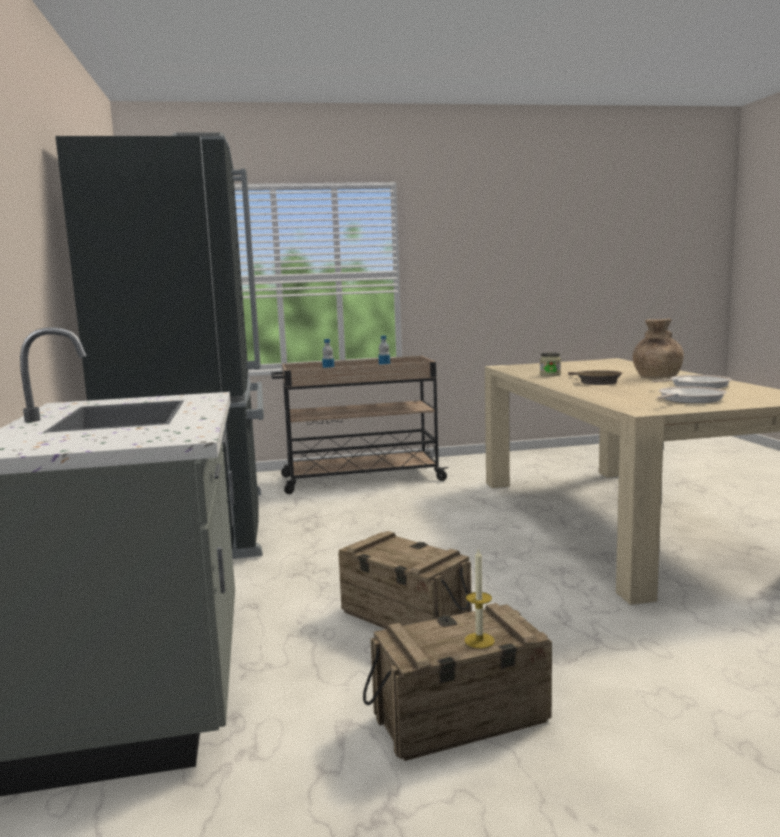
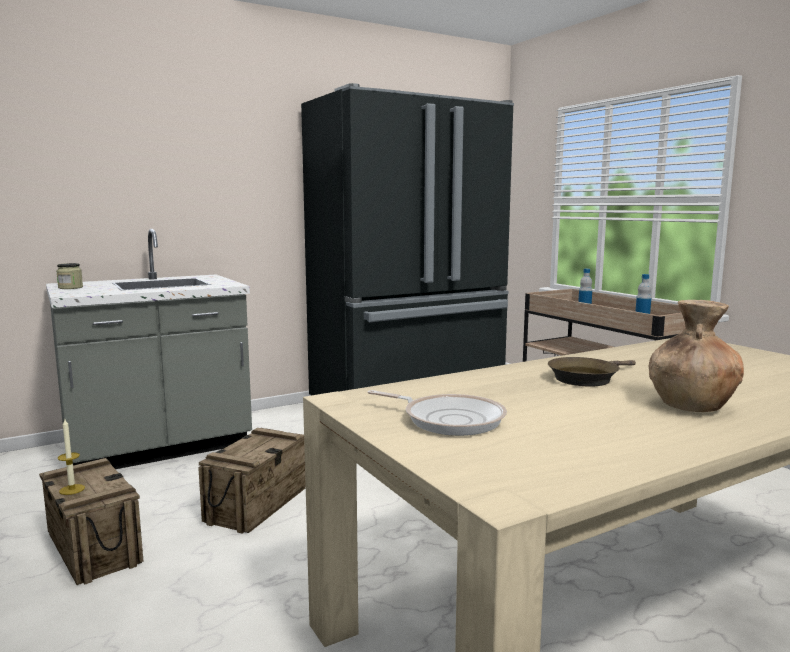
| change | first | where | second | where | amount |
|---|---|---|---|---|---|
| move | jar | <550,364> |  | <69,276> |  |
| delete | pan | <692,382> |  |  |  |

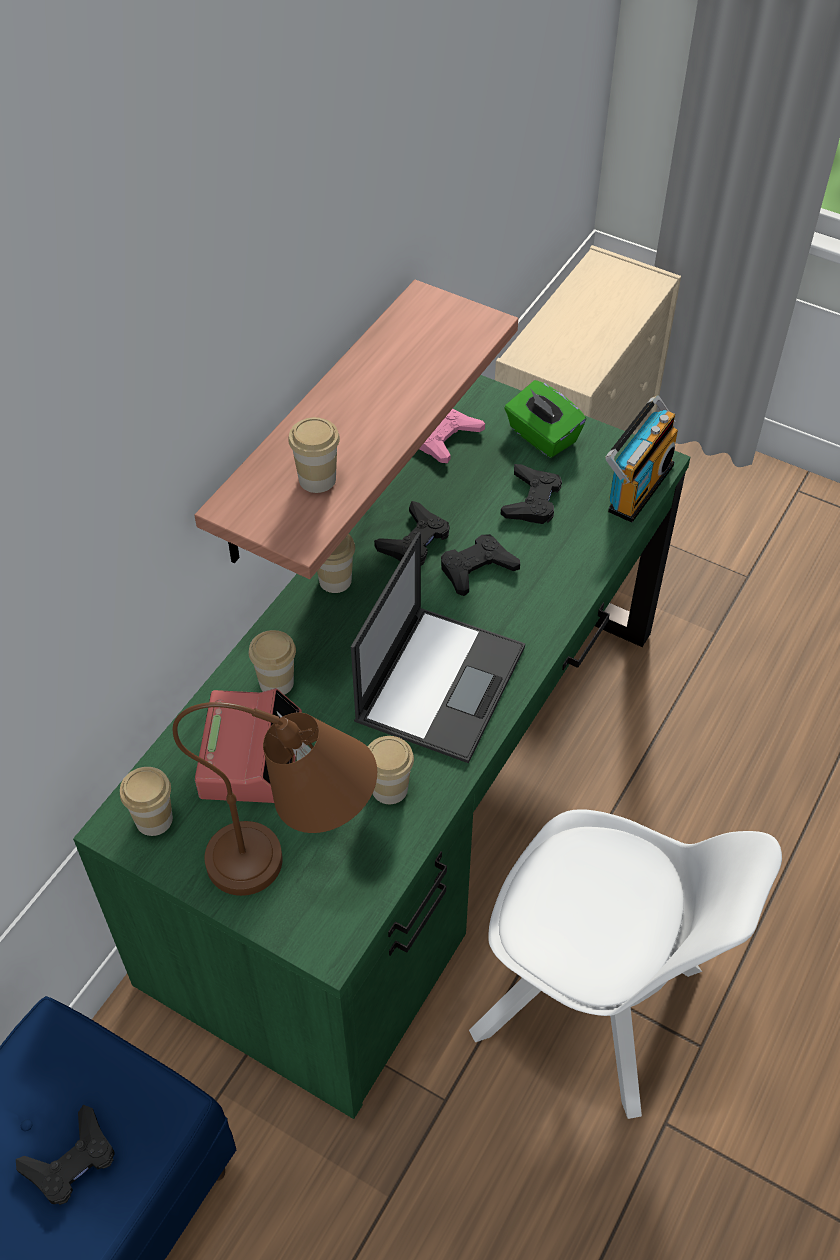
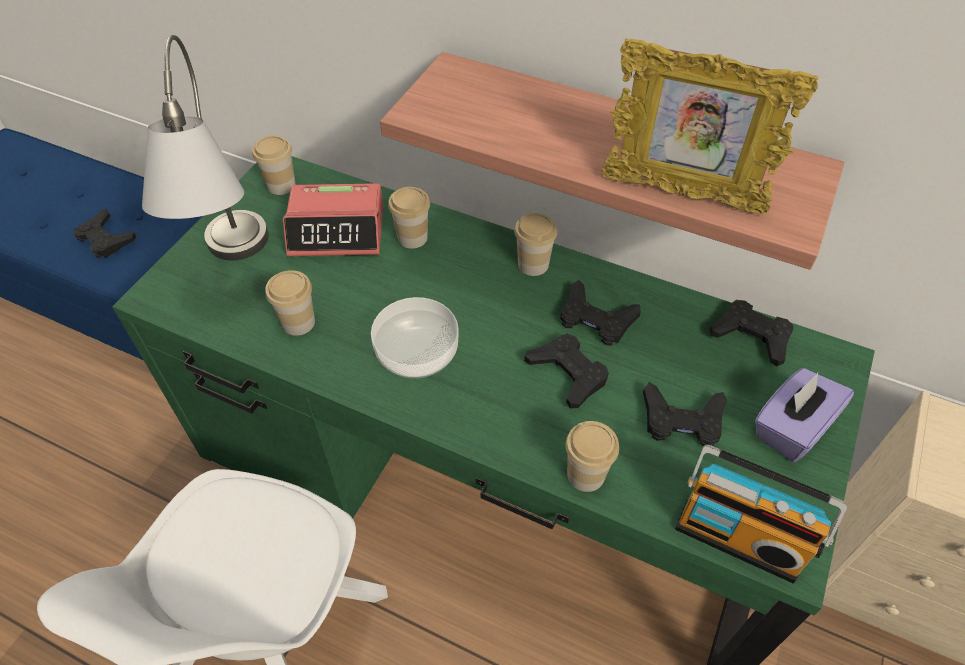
| change | first | where | second | where | amount |
|---|---|---|---|---|---|
| recolor | brownish table lamp | <275,799> | gray table lamp | <205,147> |  |
| replace | laptop | <438,647> | deep dish | <415,337> |  |
| move | small cup | <314,455> |  | <592,456> |  |
| insert |  |  | standing frame | <710,126> |  |
| recolor | pink-coloured joypad | <452,436> | blackish joypad | <751,333> |  |
| recolor | green tissue holder | <545,419> | purplish tissue holder | <804,415> |  |

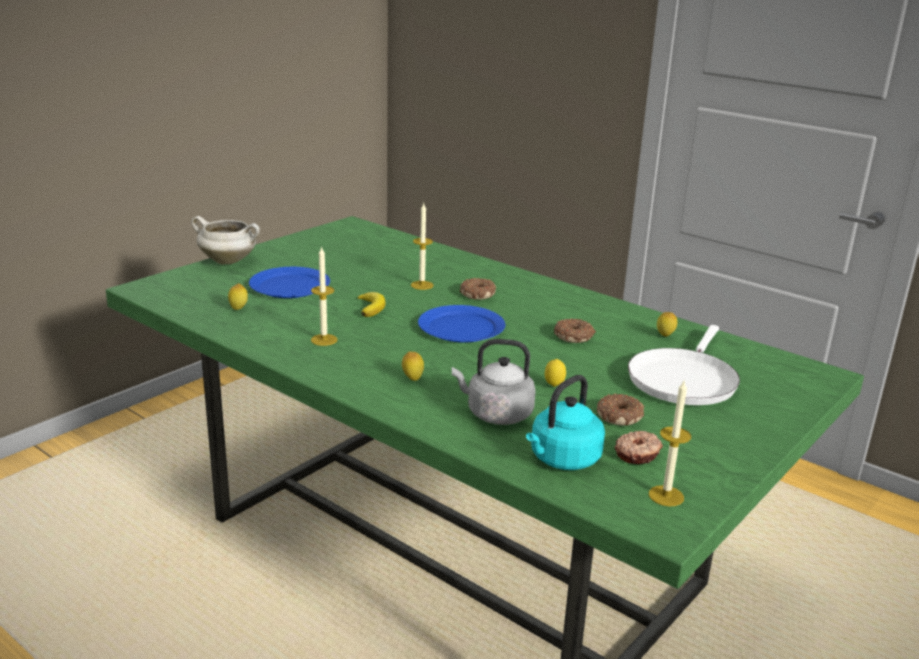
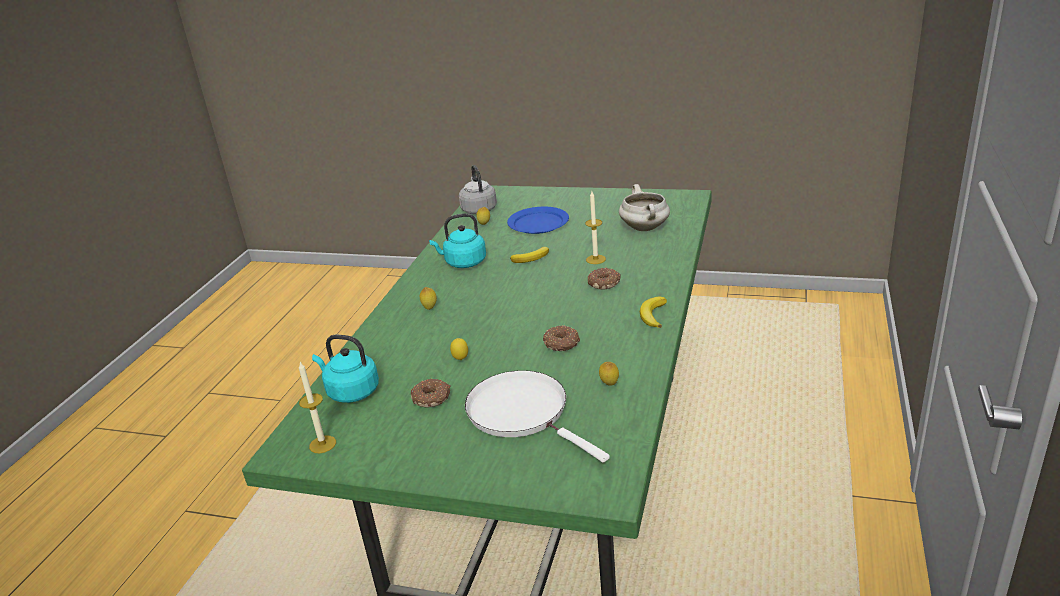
| change | first | where | second | where | amount |
|---|---|---|---|---|---|
| replace | wax candle | <324,296> | turquoise kettle | <457,240> |  |
| move | gray kettle | <494,382> |  | <478,189> |  |
| rotate | whitish pan | <684,365> |  | <537,416> | 45 degrees clockwise |
| move | whitish saucepot | <225,240> |  | <644,207> |  |
| insert |  |  | banana fruit | <653,312> |  |
| delete | blue plate | <461,324> |  |  |  |
| delete | donut | <639,447> |  |  |  |

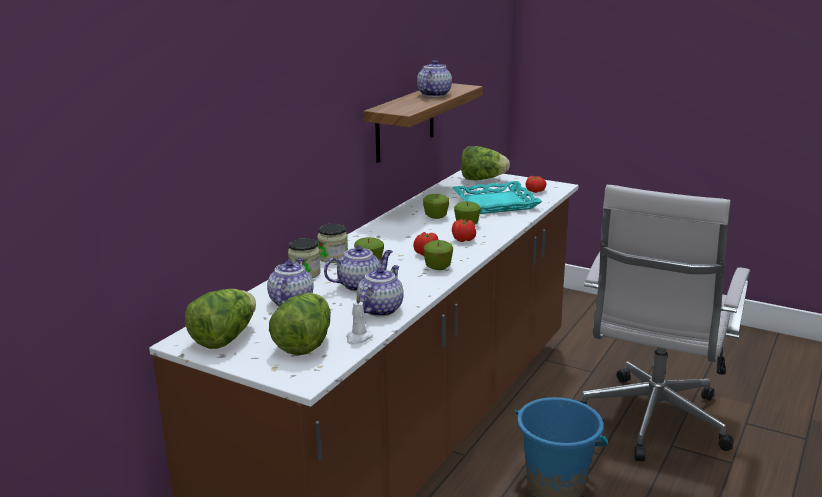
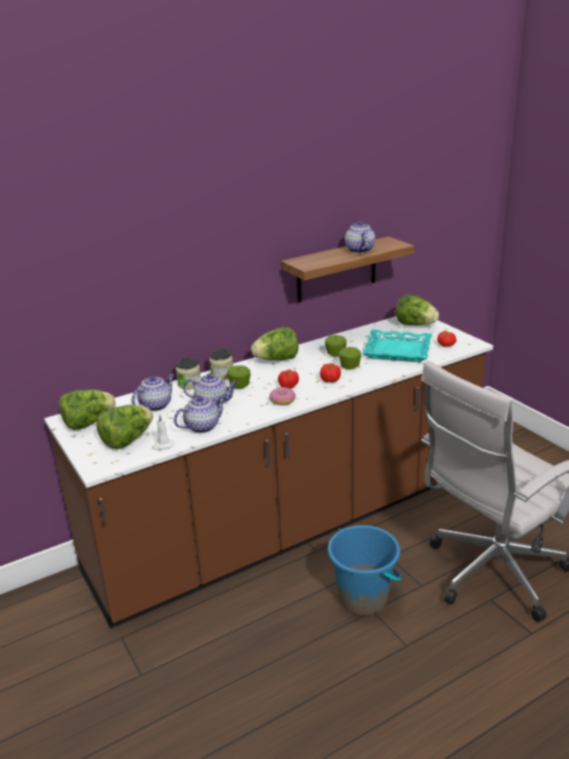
| change | first | where | second | where | amount |
|---|---|---|---|---|---|
| insert |  |  | head of lettuce | <274,344> |  |
| replace | apple | <438,255> | donut | <282,396> |  |
| rotate | pot for tea | <434,78> |  | <360,237> | 60 degrees counterclockwise |

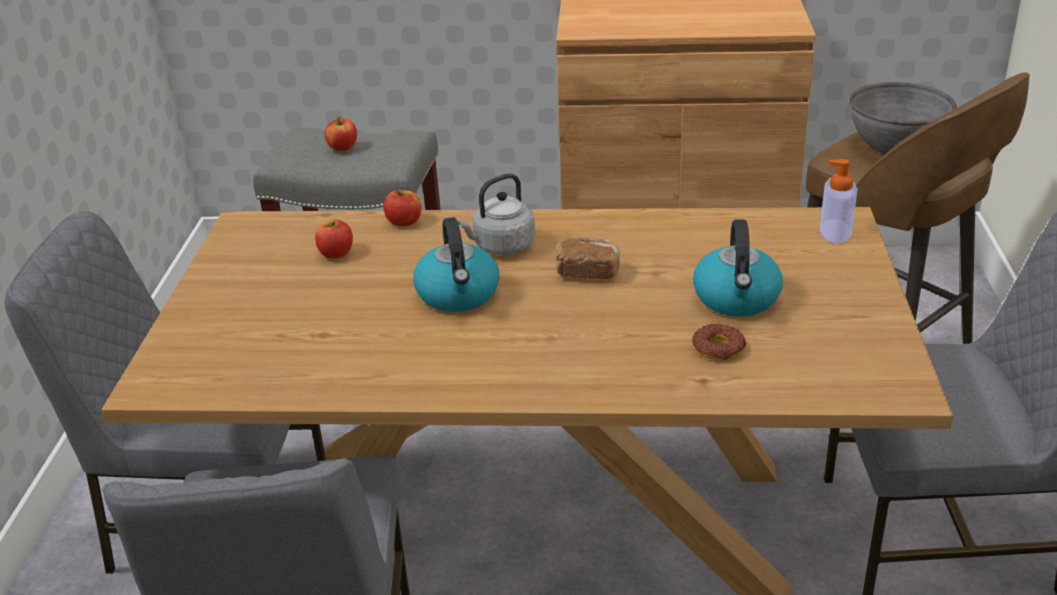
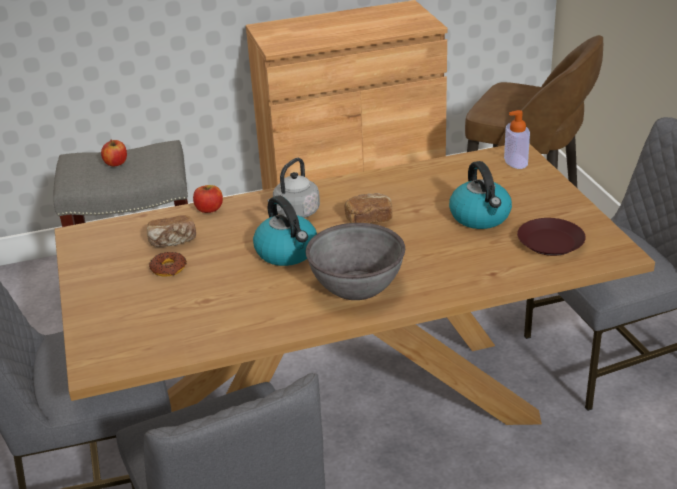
| change | first | where | second | where | amount |
|---|---|---|---|---|---|
| replace | apple | <334,239> | bread | <171,231> |  |
| move | donut | <719,342> |  | <168,264> |  |
| move | gray deep dish | <903,118> |  | <355,261> |  |
| insert |  |  | brownish plate | <551,237> |  |

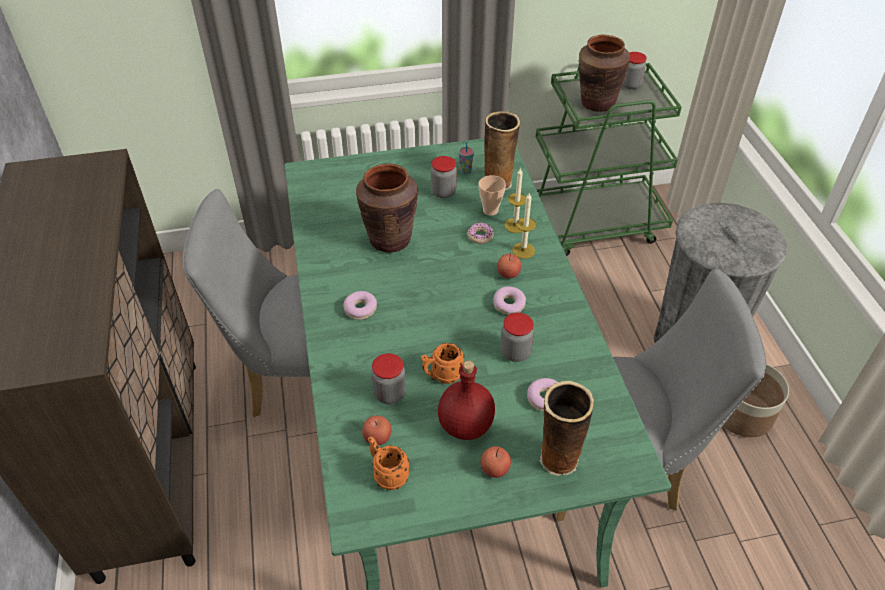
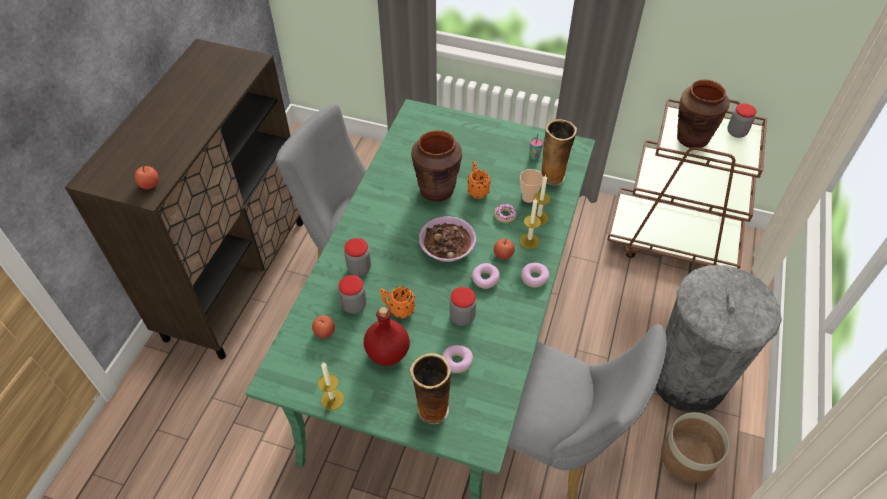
| change | first | where | second | where | amount |
|---|---|---|---|---|---|
| move | apple | <496,462> |  | <146,177> |  |
| insert |  |  | wax candle | <331,386> |  |
| move | jar | <444,177> |  | <357,257> |  |
| insert |  |  | deep dish | <447,239> |  |
| move | orange-coloured mug | <388,463> |  | <478,180> |  |
| move | donut | <360,305> |  | <535,275> |  |
| recolor | green cart | <609,159> | brownish cart | <687,183> |  |

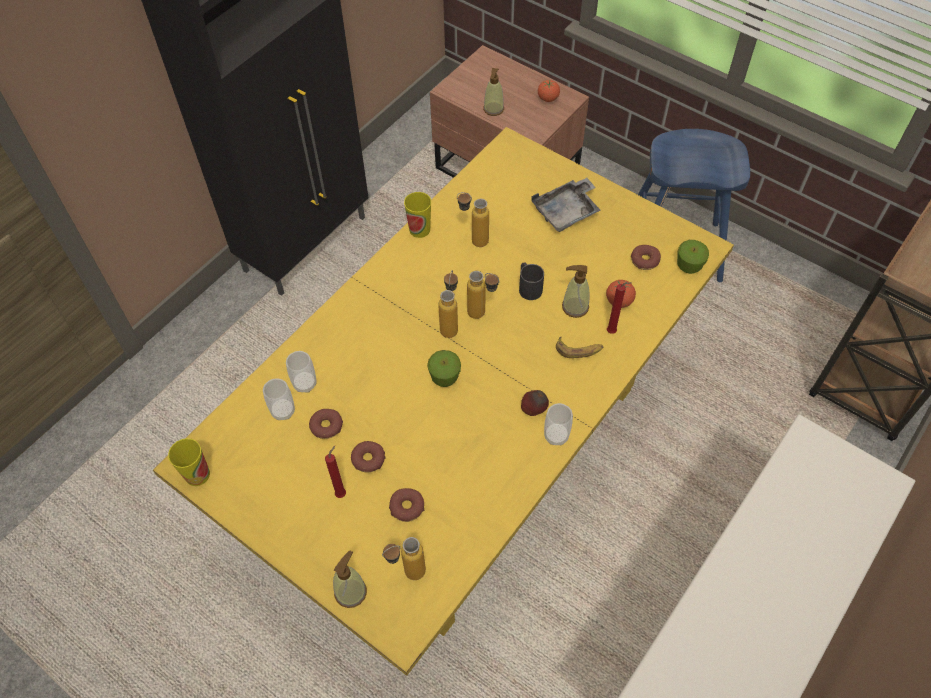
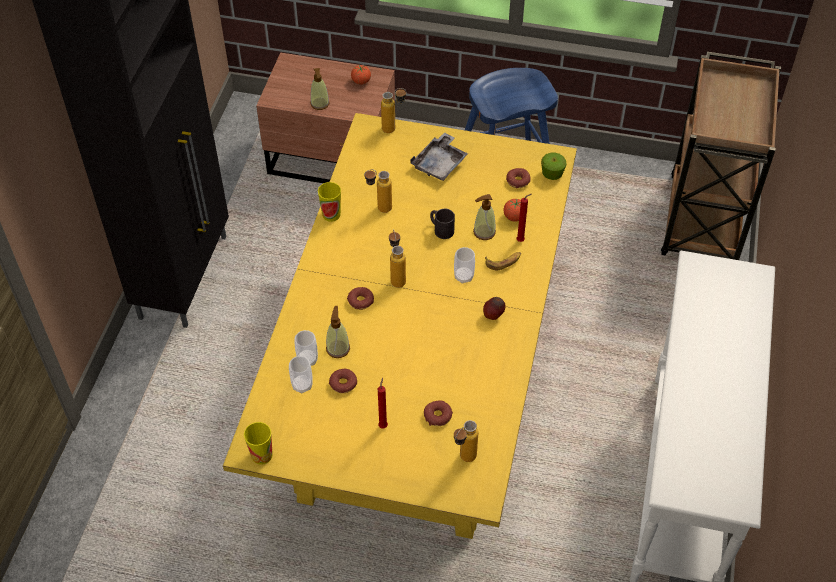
| change | first | where | second | where | amount |
|---|---|---|---|---|---|
| move | liquid soap bottle | <350,579> |  | <338,332> |  |
| move | donut | <368,457> |  | <360,298> |  |
| move | bottle | <483,295> |  | <394,110> |  |
| move | small cup | <558,424> |  | <464,265> |  |
| delete | apple | <444,368> |  |  |  |

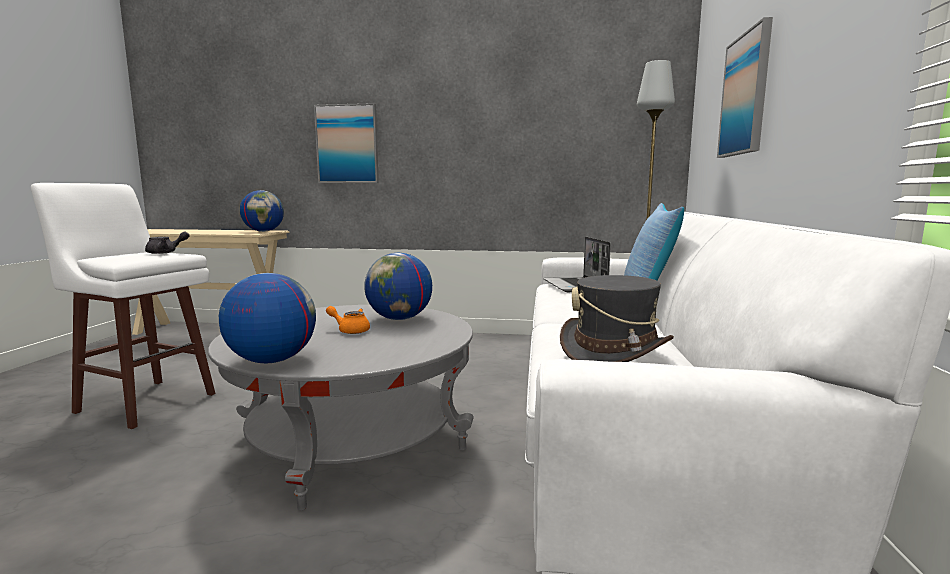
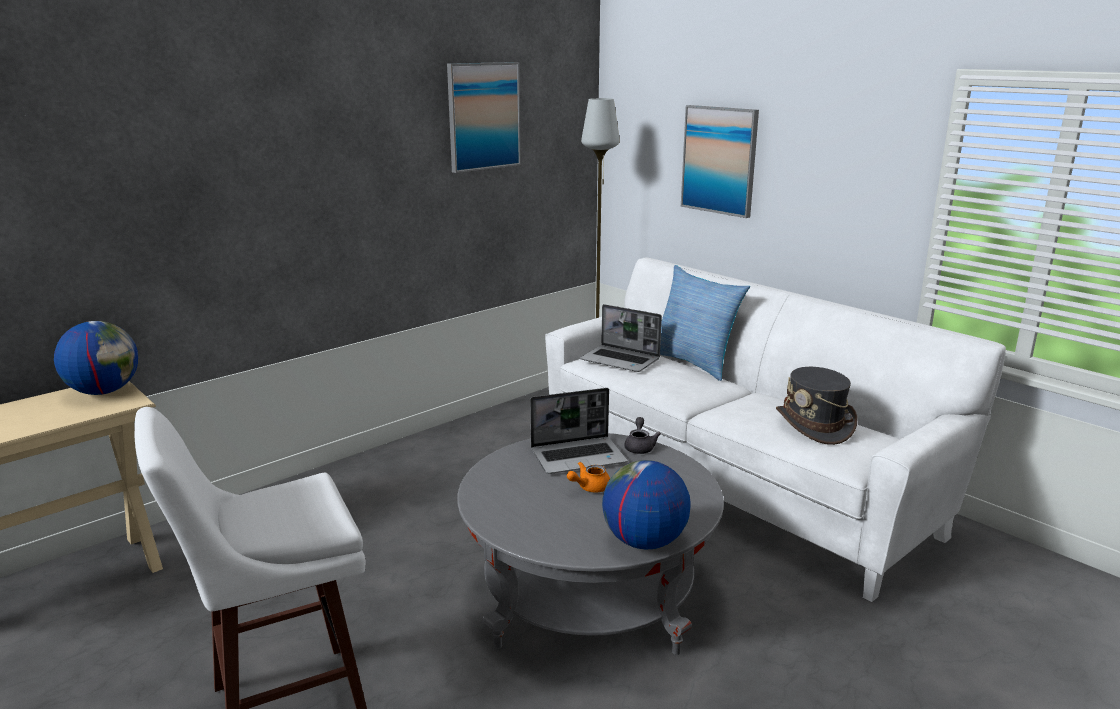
| change | first | where | second | where | amount |
|---|---|---|---|---|---|
| move | picture | <346,143> |  | <484,117> |  |
| replace | world globe | <398,286> | laptop | <579,431> |  |
| move | gray pot for tea | <167,242> |  | <642,435> |  |

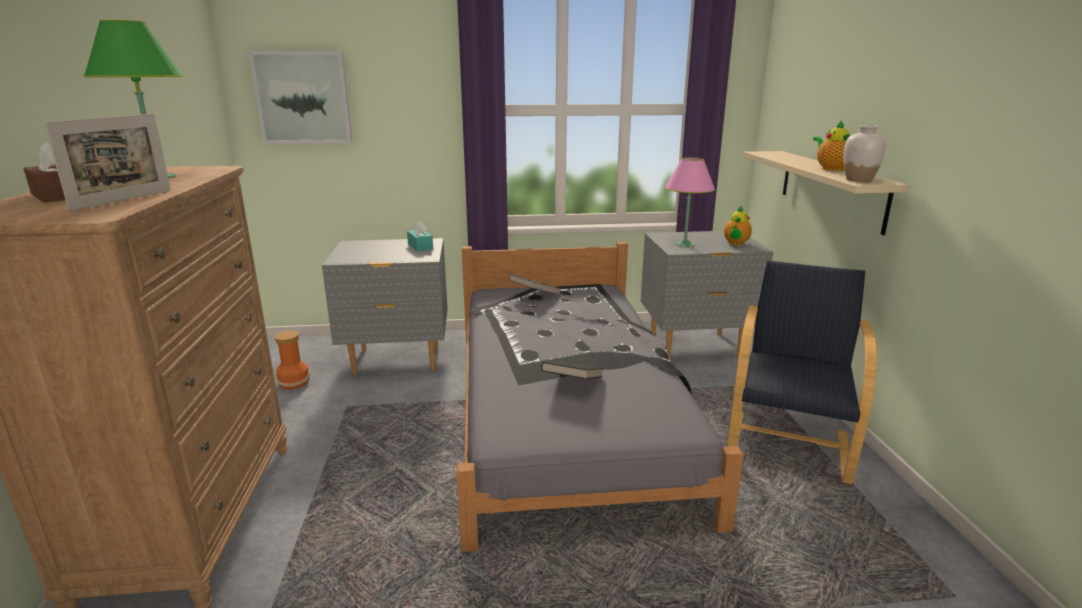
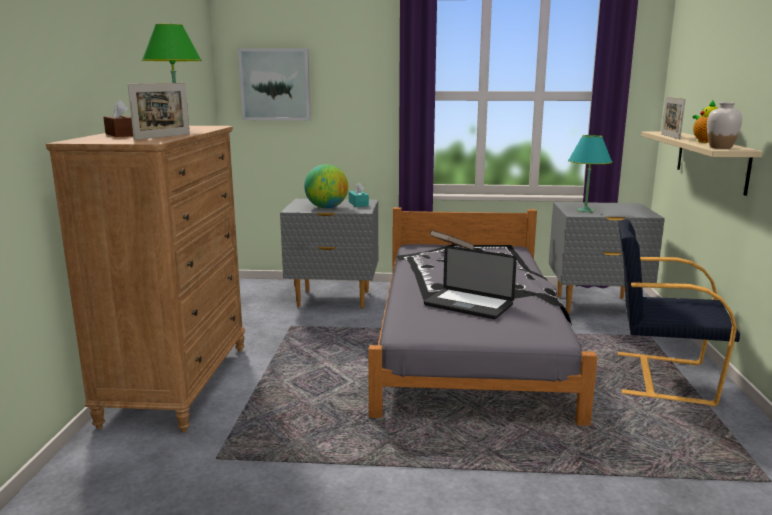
| change | first | where | second | where | amount |
|---|---|---|---|---|---|
| insert |  |  | world globe | <326,186> |  |
| replace | blackish volume | <572,370> | laptop | <470,282> |  |
| recolor | pink-coloured table lamp | <690,202> | turquoise table lamp | <590,173> |  |
| rotate | blackish easy chair | <802,372> |  | <679,313> | 105 degrees counterclockwise |
| insert |  |  | standing frame | <674,118> |  |
| delete | decorative vase | <292,360> |  |  |  |
| delete | pot for tea | <738,225> |  |  |  |

